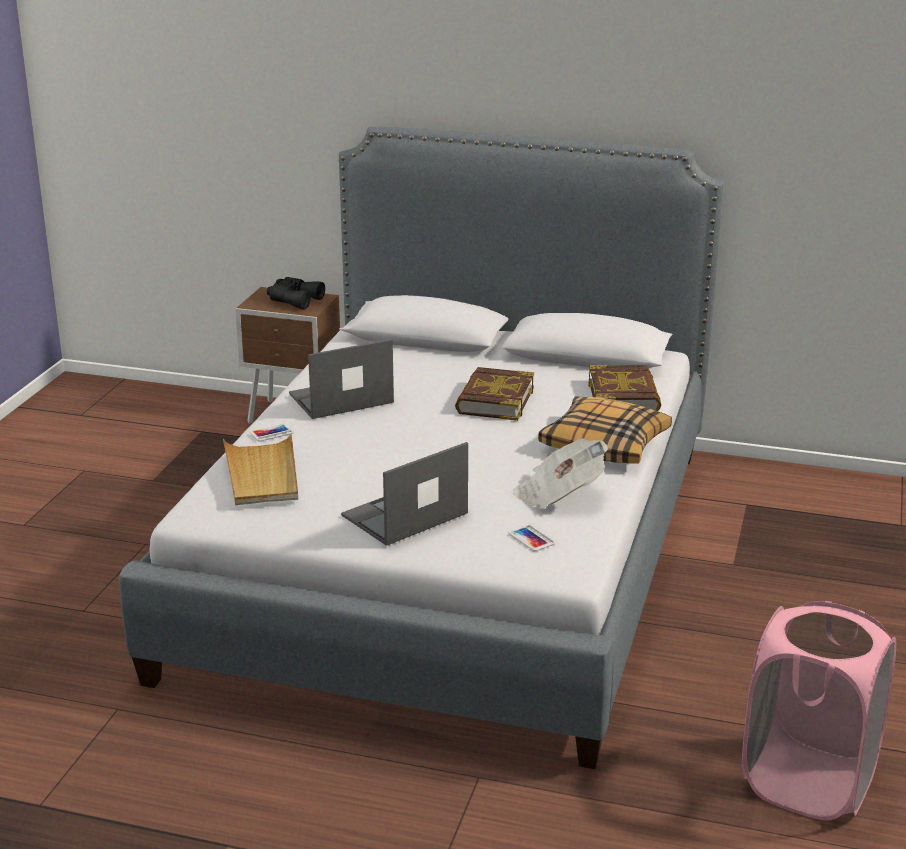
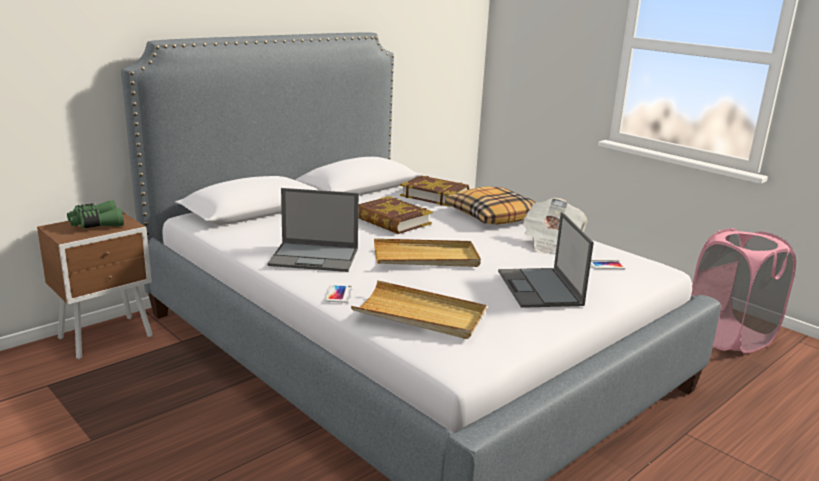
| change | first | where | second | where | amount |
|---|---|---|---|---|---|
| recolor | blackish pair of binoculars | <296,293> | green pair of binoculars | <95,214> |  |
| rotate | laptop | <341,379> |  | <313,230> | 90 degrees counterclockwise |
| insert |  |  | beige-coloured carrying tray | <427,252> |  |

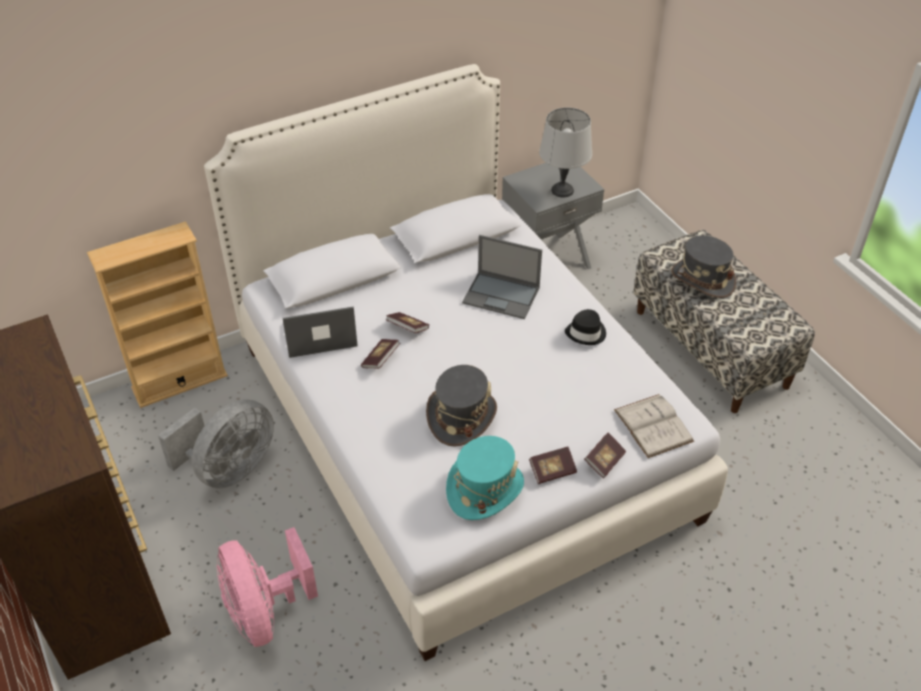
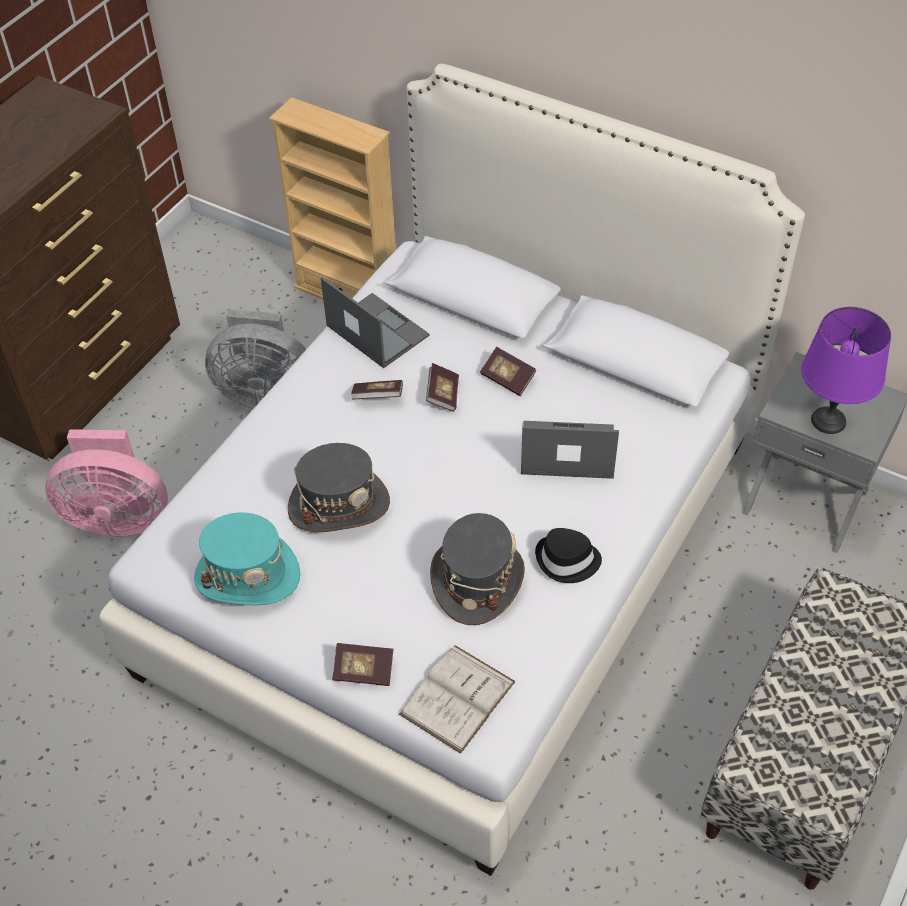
| change | first | where | second | where | amount |
|---|---|---|---|---|---|
| rotate | pink-coloured cooling fan | <267,587> |  | <106,483> | 120 degrees counterclockwise |
| move | gray wearable hat | <703,266> |  | <477,569> |  |
| move | volume | <553,465> |  | <508,371> |  |
| rotate | laptop | <502,277> |  | <570,450> | 105 degrees clockwise |
| recolor | gray table lamp | <565,153> | purplish table lamp | <846,370> |  |

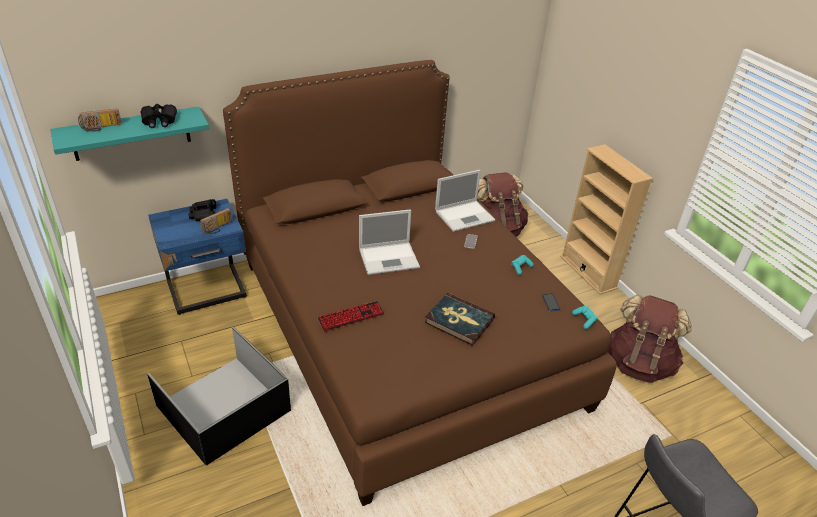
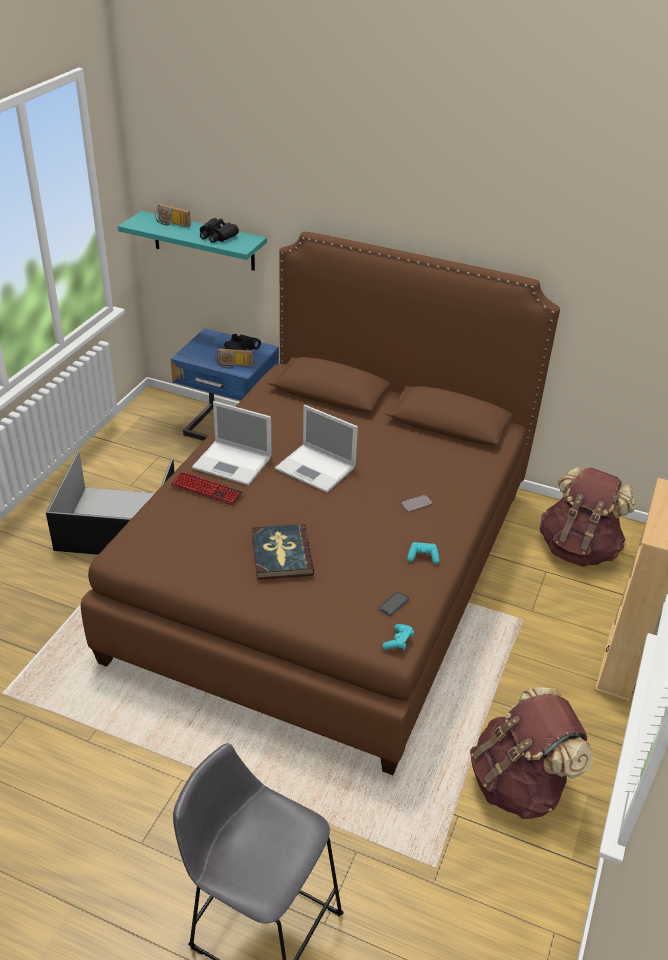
| change | first | where | second | where | amount |
|---|---|---|---|---|---|
| move | laptop | <465,201> |  | <231,443> |  |

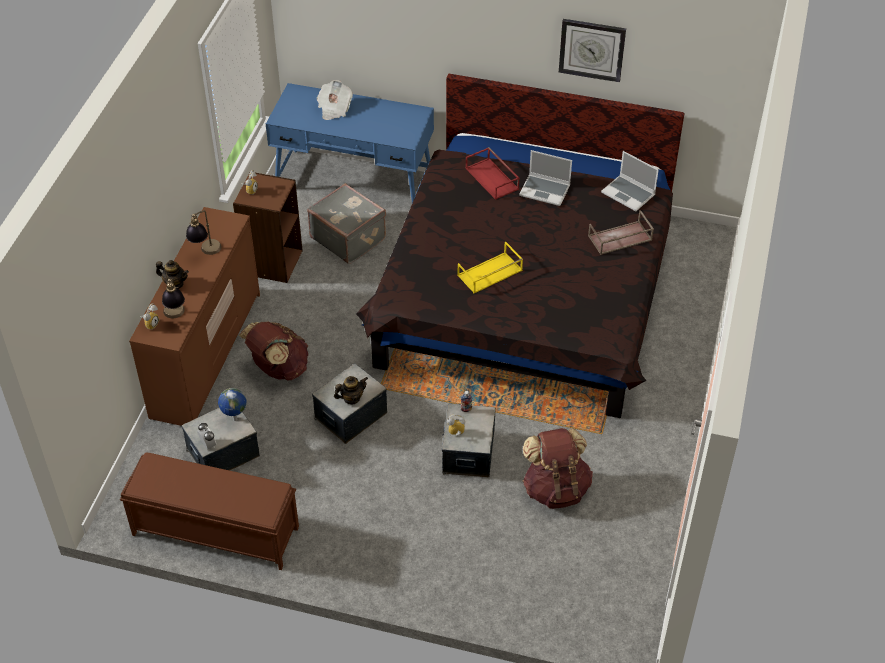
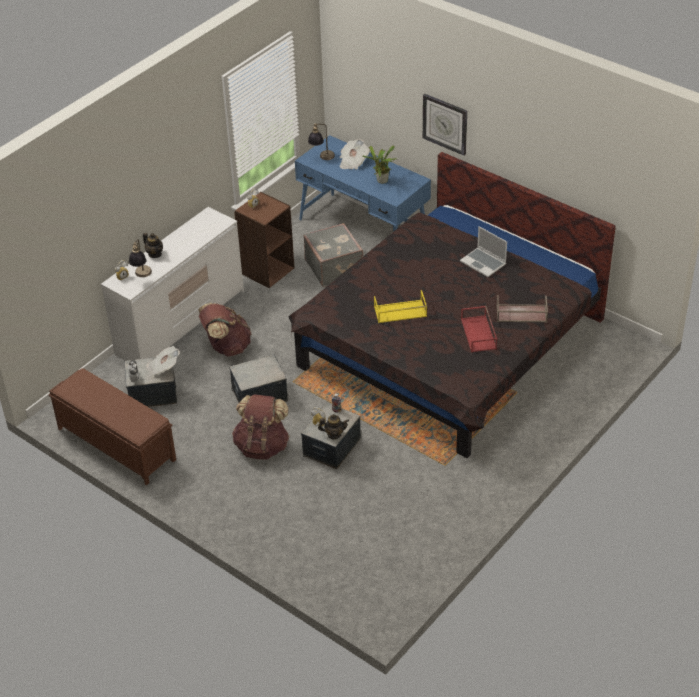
| change | first | where | second | where | amount |
|---|---|---|---|---|---|
| recolor | brownish chest of drawers | <194,316> | whitish chest of drawers | <172,284> |  |
| replace | world globe | <232,404> | newspaper | <163,361> |  |
| move | brownish rucksack | <558,468> |  | <261,426> |  |
| move | table lamp | <204,232> |  | <321,141> |  |
| move | pot for tea | <351,390> |  | <333,426> |  |
| insert |  |  | houseplant | <379,165> |  |
| move | wall clock | <592,50> |  | <445,125> |  |
| move | reddish carrying tray | <492,173> |  | <479,329> |  |
| delete | laptop | <630,181> |  |  |  |

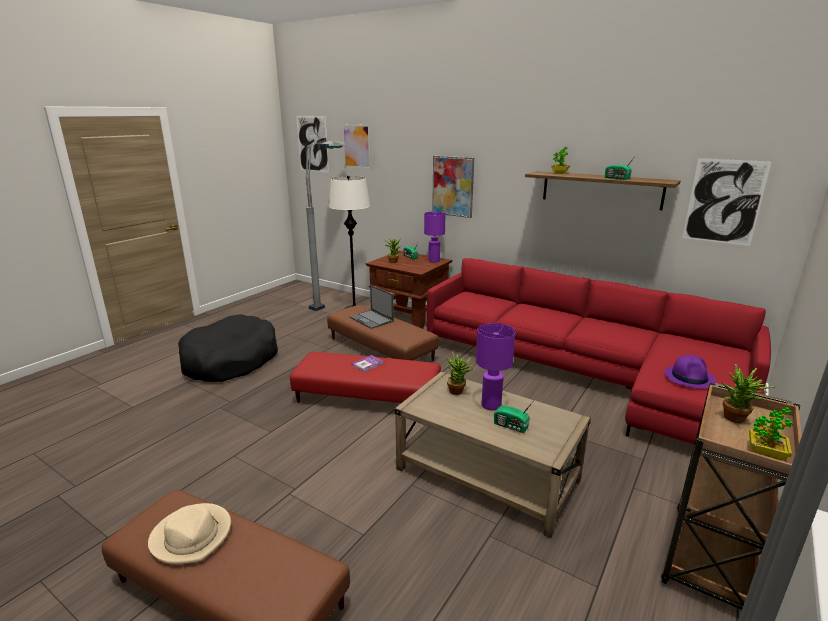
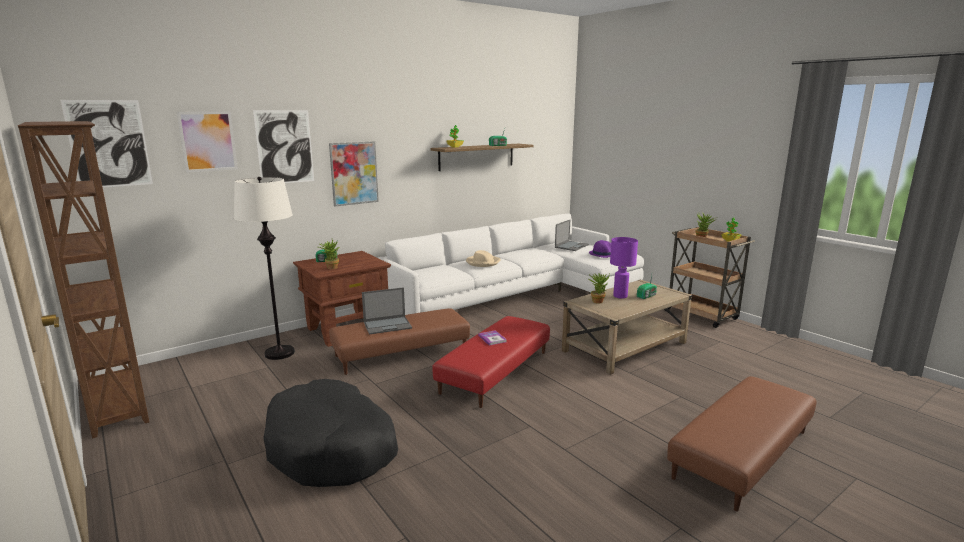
| change | first | where | second | where | amount |
|---|---|---|---|---|---|
| insert |  |  | brownish bookshelf | <83,280> |  |
| move | picture | <727,202> |  | <283,146> |  |
| recolor | reddish sofa | <599,351> | whitish sofa | <511,264> |  |
| move | beige-coloured wearable hat | <189,533> |  | <483,258> |  |
| insert |  |  | laptop | <572,235> |  |
| delete | gray standing lamp | <326,226> |  |  |  |
| delete | purplish table lamp | <435,237> |  |  |  |

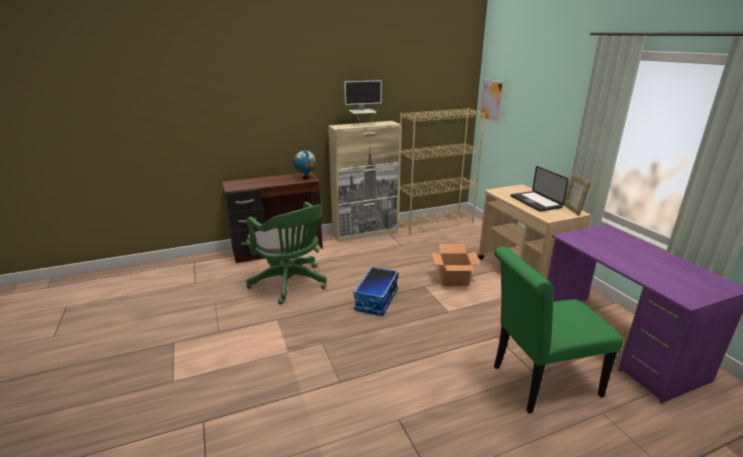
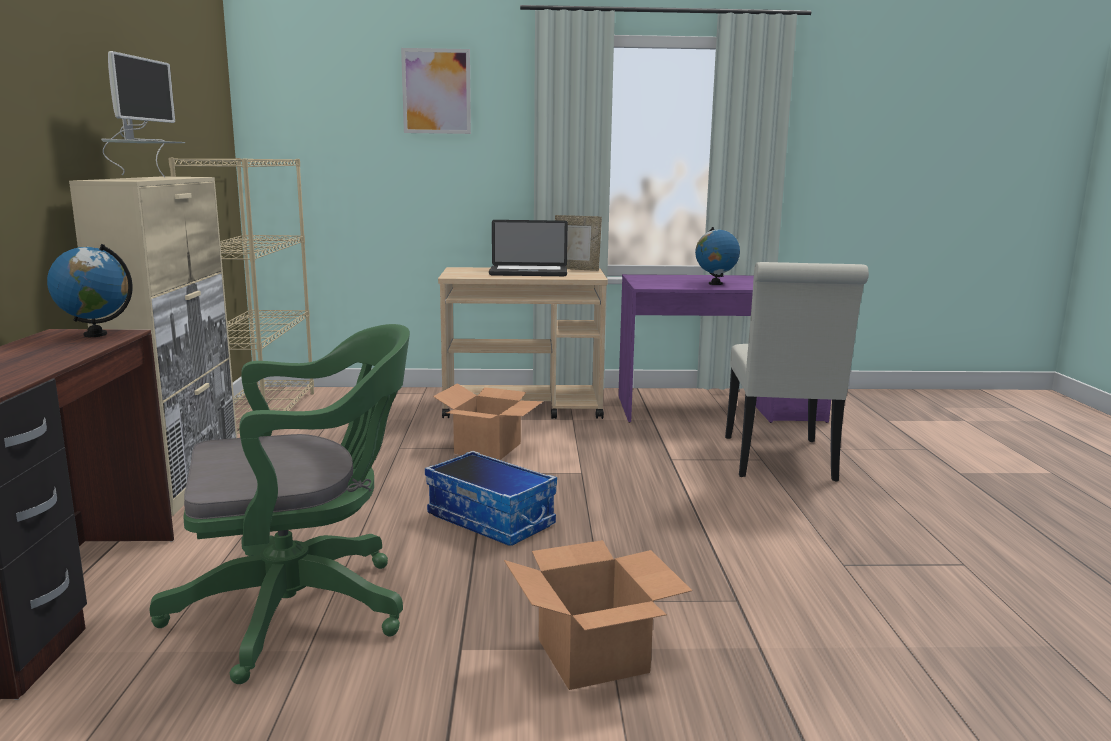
| change | first | where | second | where | amount |
|---|---|---|---|---|---|
| move | picture | <492,101> |  | <436,91> |  |
| insert |  |  | cardboard box | <598,615> |  |
| insert |  |  | world globe | <717,256> |  |
| recolor | green plain chair | <559,329> | whitish plain chair | <797,371> |  |

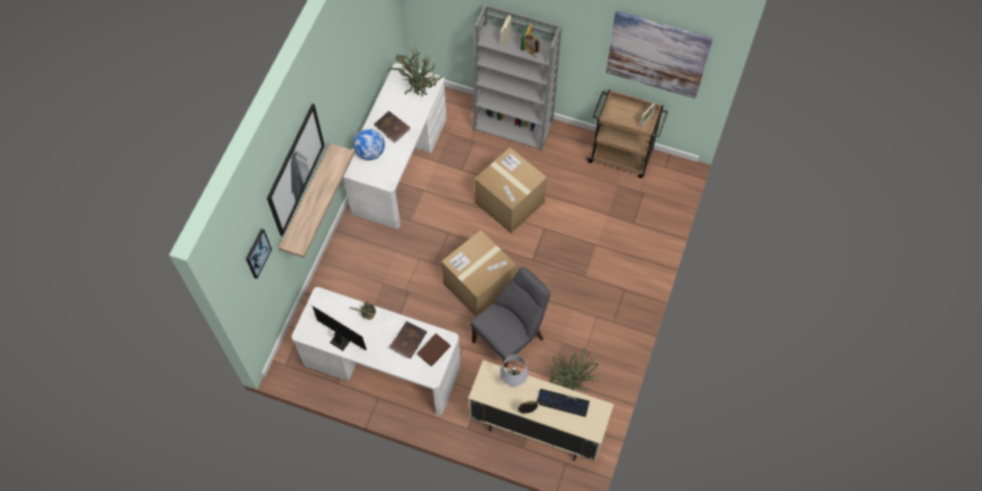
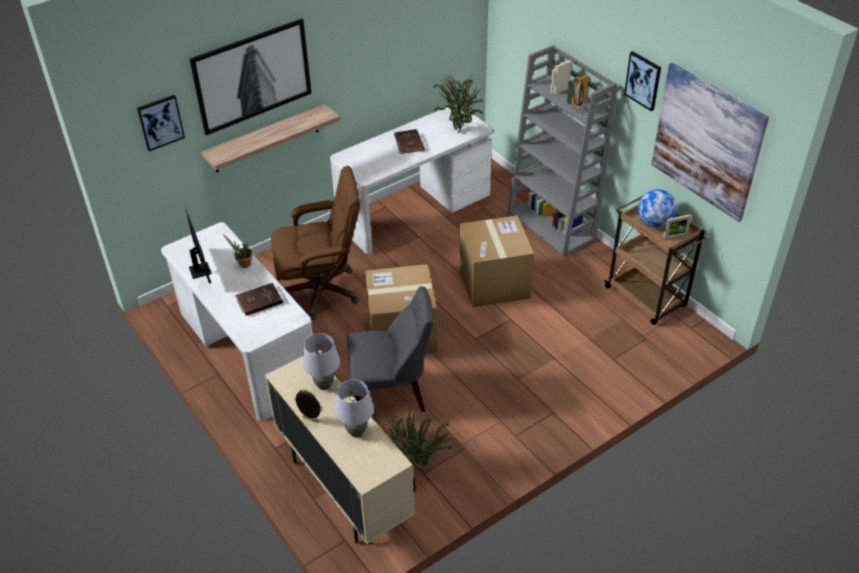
| change | first | where | second | where | amount |
|---|---|---|---|---|---|
| insert |  |  | brownish computer chair | <315,243> |  |
| replace | PC keyboard | <563,403> | gray table lamp | <354,408> |  |
| insert |  |  | picture | <642,81> |  |
| move | world globe | <369,144> |  | <657,208> |  |
| delete | brownish volume | <434,350> |  |  |  |

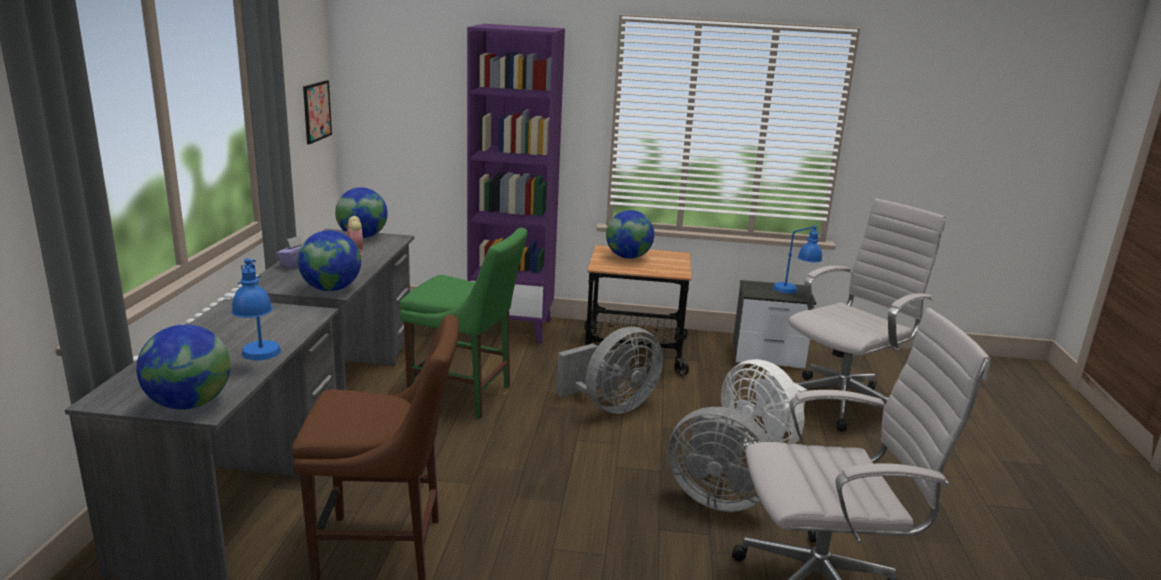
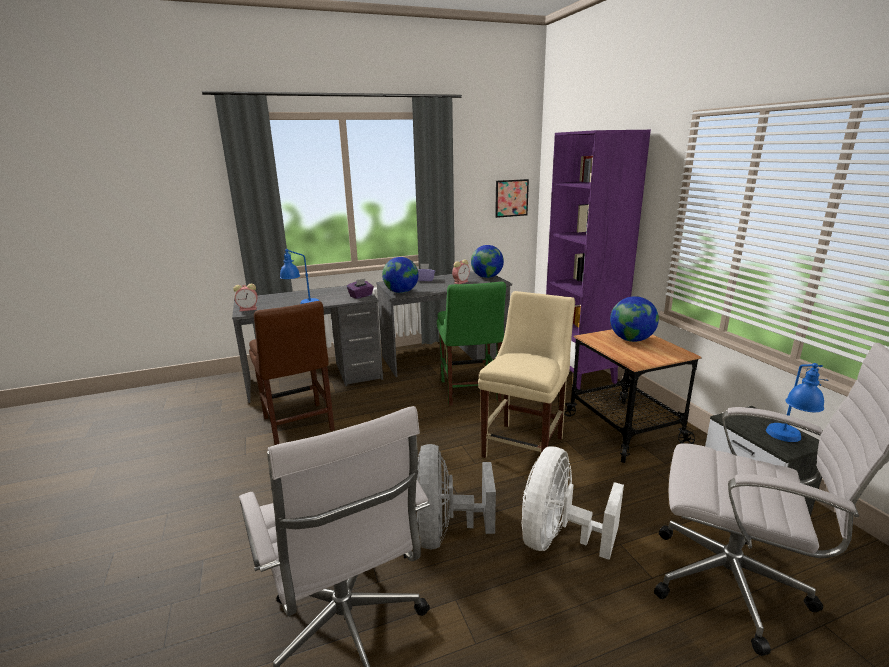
| change | first | where | second | where | amount |
|---|---|---|---|---|---|
| replace | world globe | <183,367> | table clock | <245,298> |  |
| insert |  |  | purplish tissue holder | <360,288> |  |
| replace | gray cooling fan | <609,370> | beige-coloured plain chair | <526,374> |  |

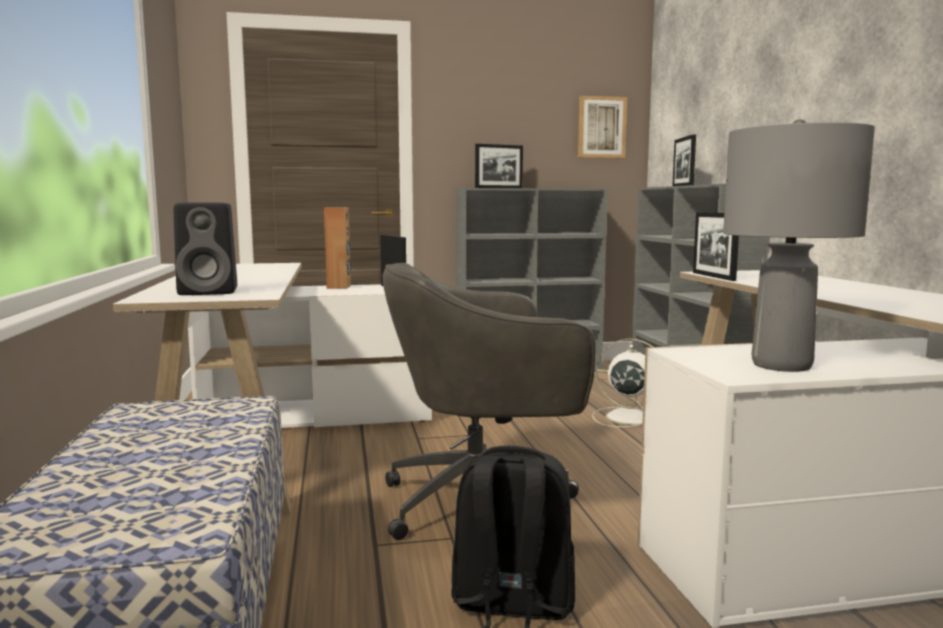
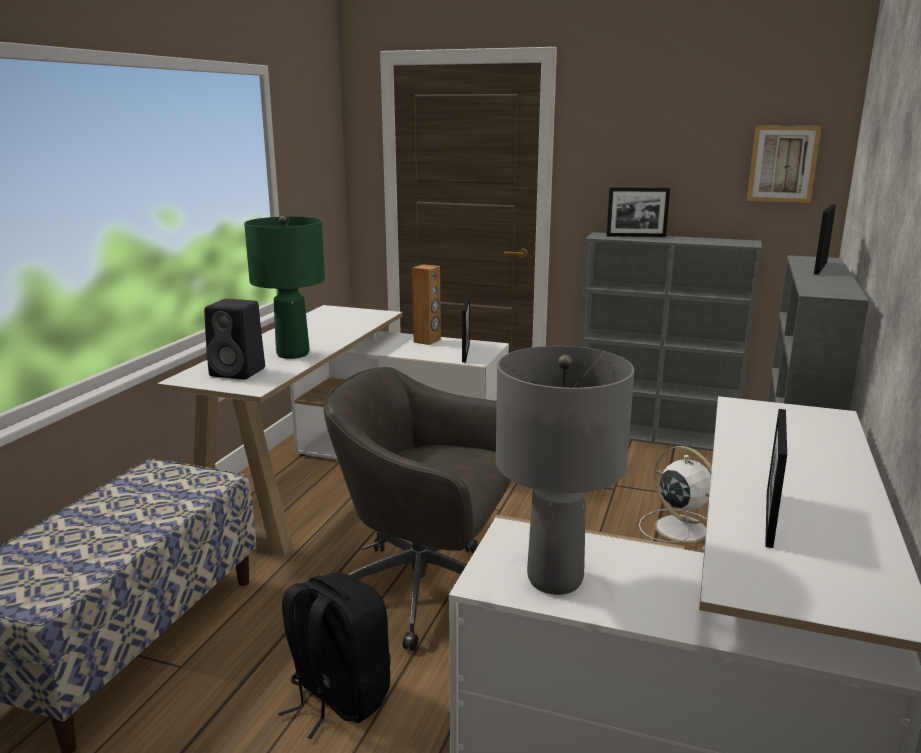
| change | first | where | second | where | amount |
|---|---|---|---|---|---|
| insert |  |  | green table lamp | <284,287> |  |
| move | standing frame | <716,246> |  | <776,478> |  |

